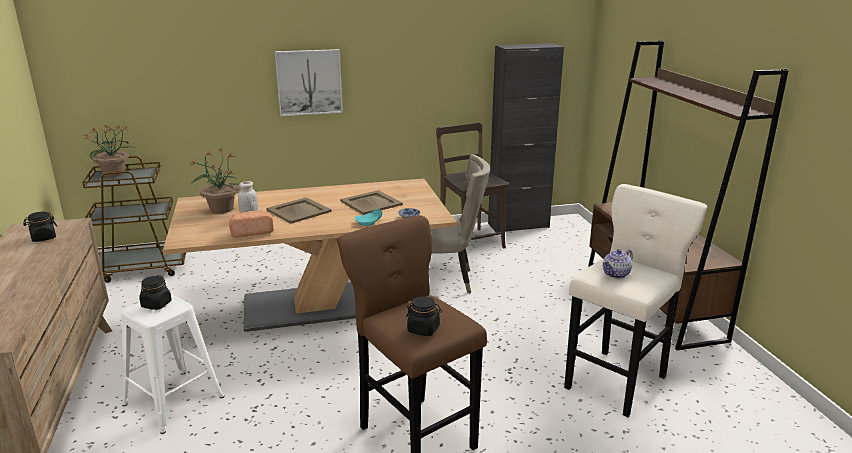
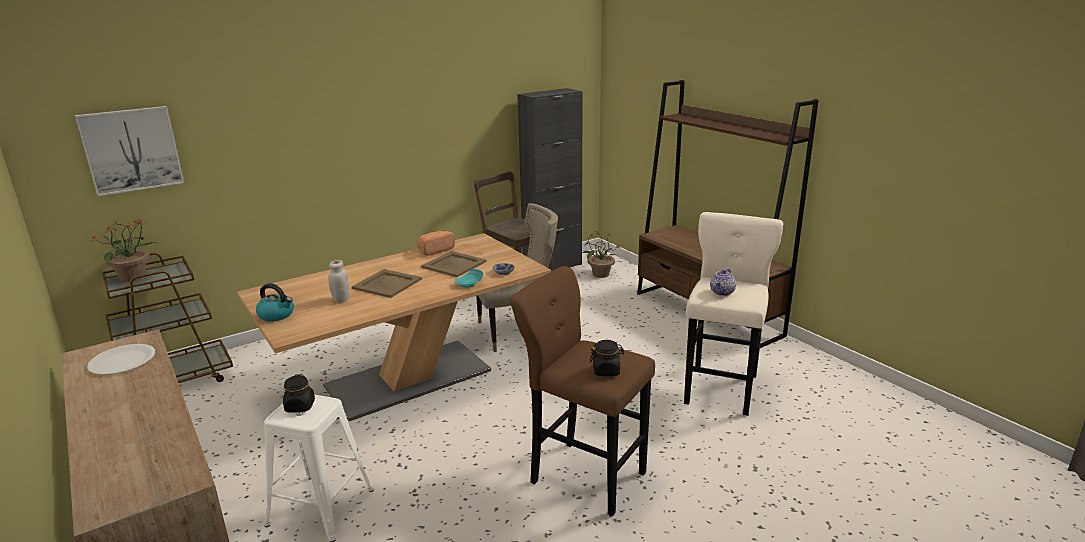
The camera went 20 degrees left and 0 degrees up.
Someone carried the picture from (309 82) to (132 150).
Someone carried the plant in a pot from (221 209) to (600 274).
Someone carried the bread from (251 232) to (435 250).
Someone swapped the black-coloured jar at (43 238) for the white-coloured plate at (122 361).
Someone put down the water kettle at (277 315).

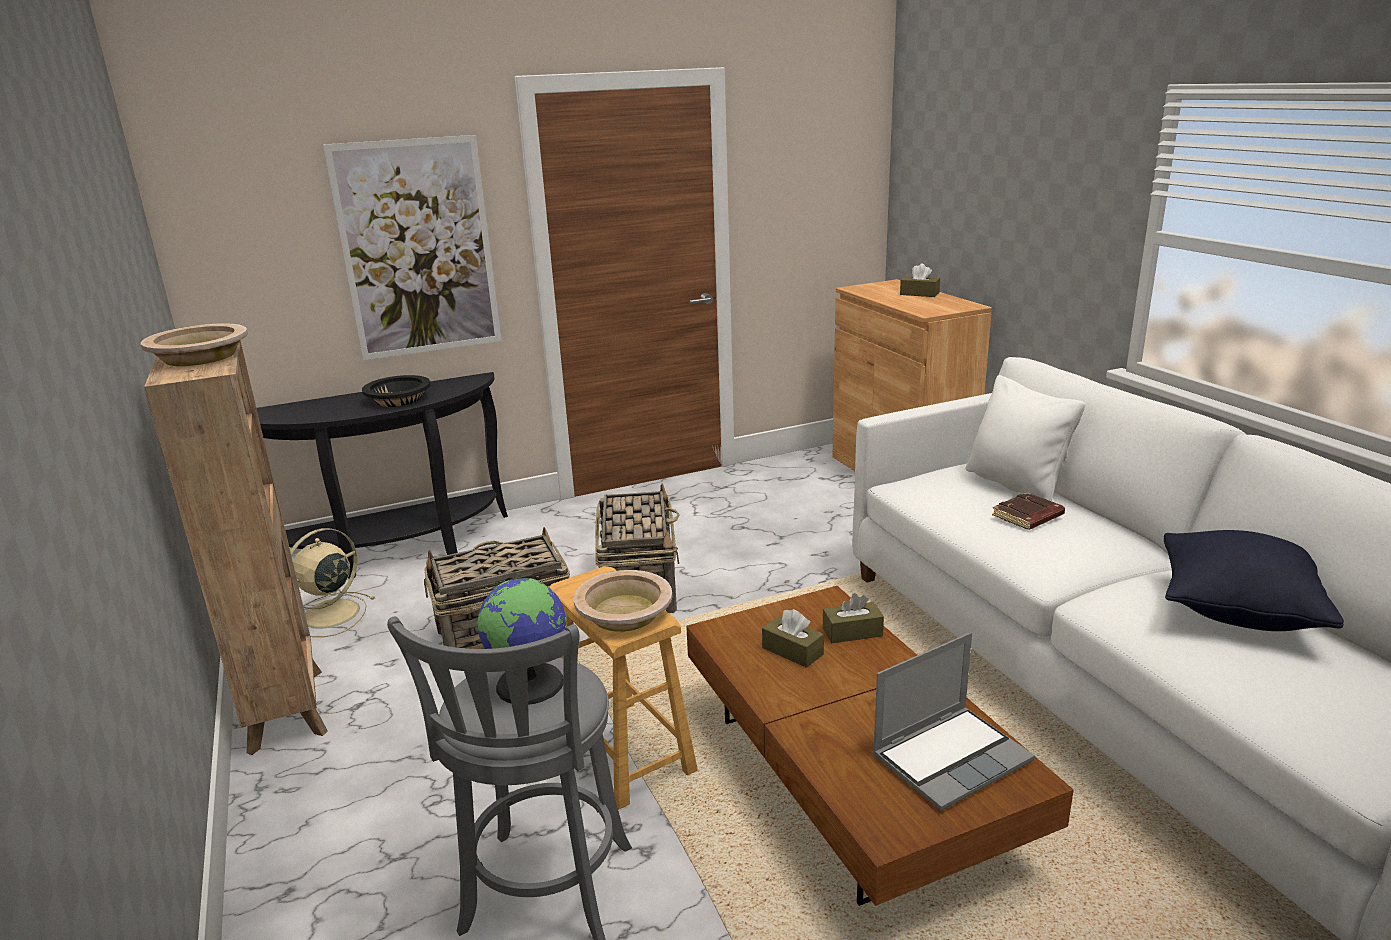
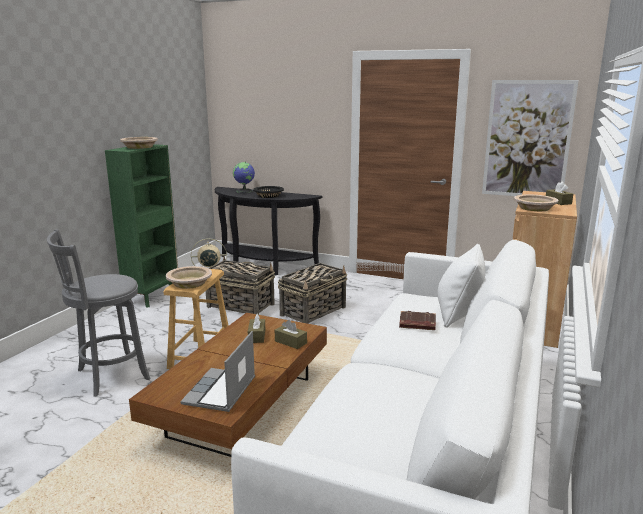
The camera went 45 degrees right and 5 degrees down.
Someone carried the picture from (418 249) to (527 140).
Someone repainted the brown-coloured bookcase at (287 708), which became the greenish bookcase at (153 296).
Someone took away the black-coloured throw pillow at (1237 611).
Someone carried the globe from (531 683) to (245 191).
Someone rotated the laptop at (951 757) by 90 degrees clockwise.
Someone put down the beige deep dish at (534 208).

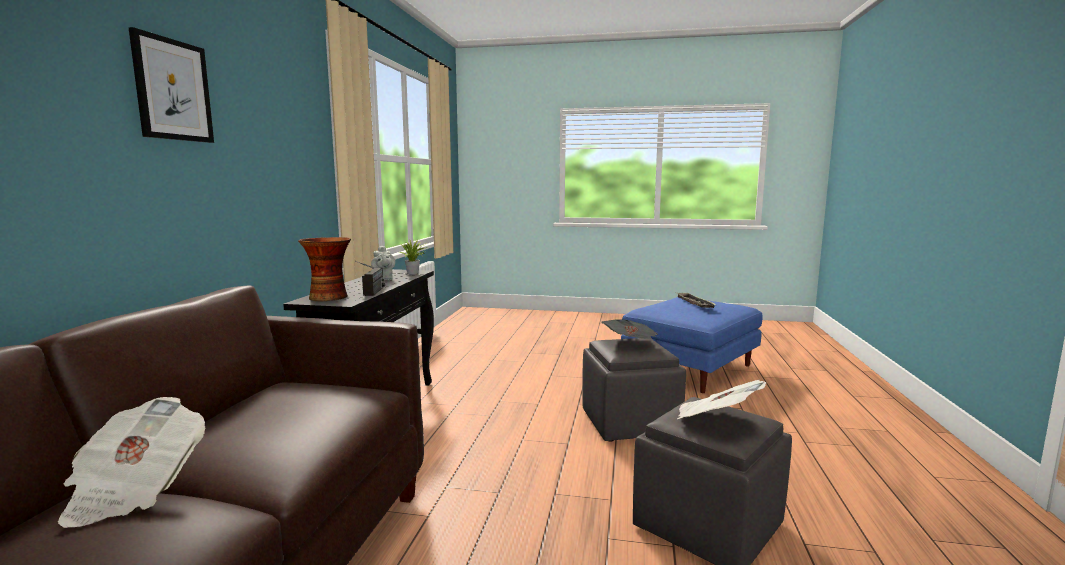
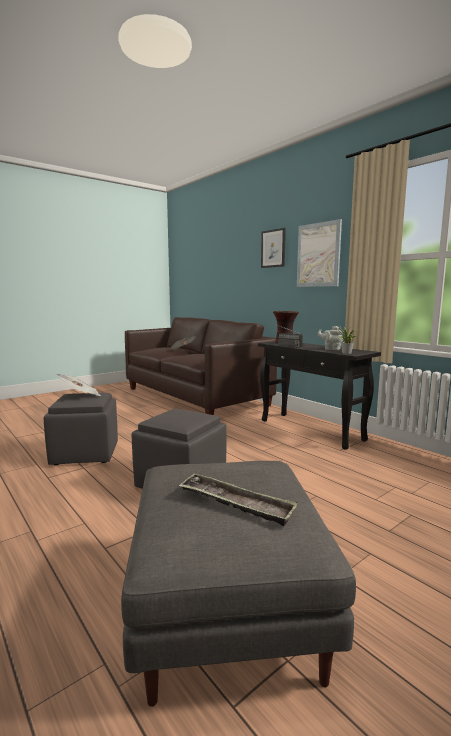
The camera went 130 degrees right and 0 degrees up.
Someone repainted the bluish footrest at (690 369), which became the gray footrest at (225 602).
Someone took away the printed paper at (630 344).
Someone put up the picture at (318 255).

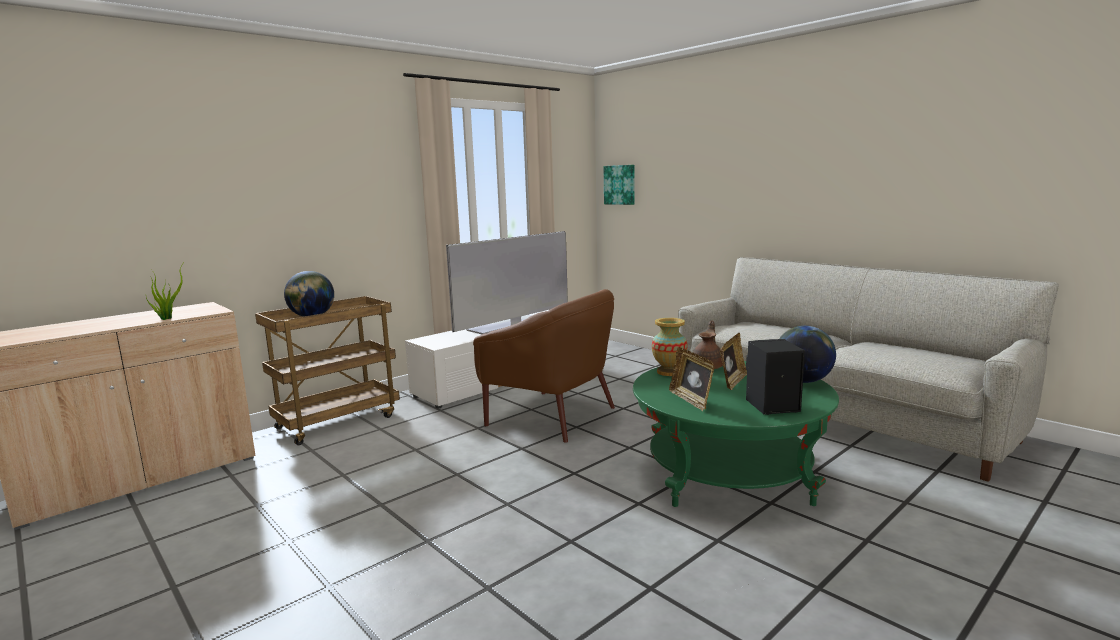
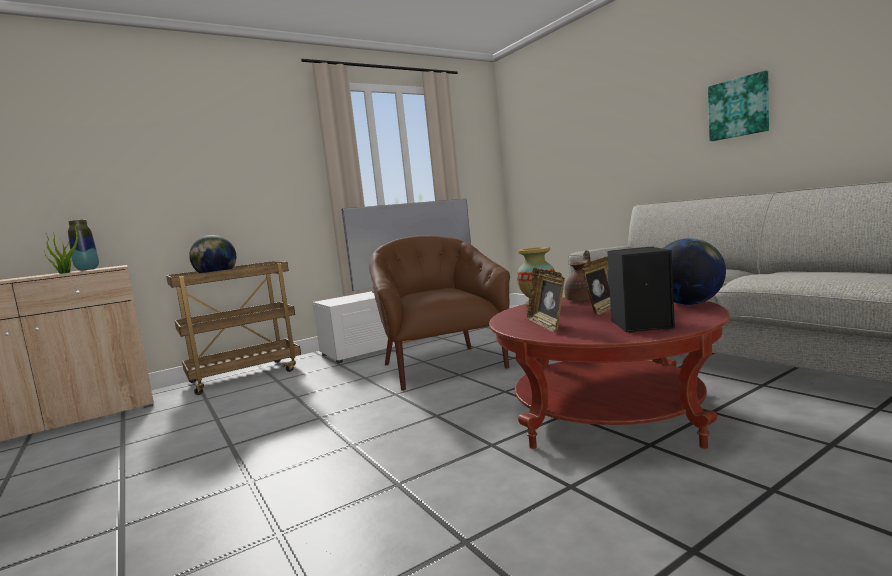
The camera went 10 degrees right and 5 degrees down.
Someone carried the picture from (620 185) to (739 108).
Someone rotated the brown-coloured lounge chair at (553 416) by 150 degrees counterclockwise.
Someone repainted the greenish lounge table at (729 473), which became the red lounge table at (607 414).
Someone put down the flower vase at (87 269).

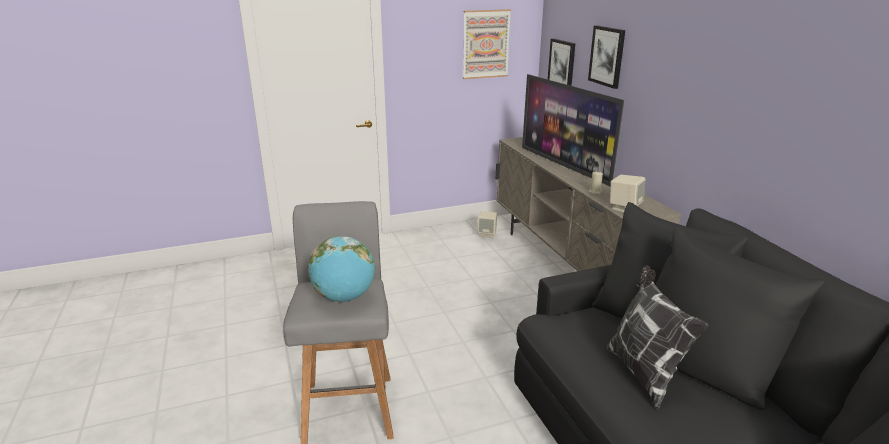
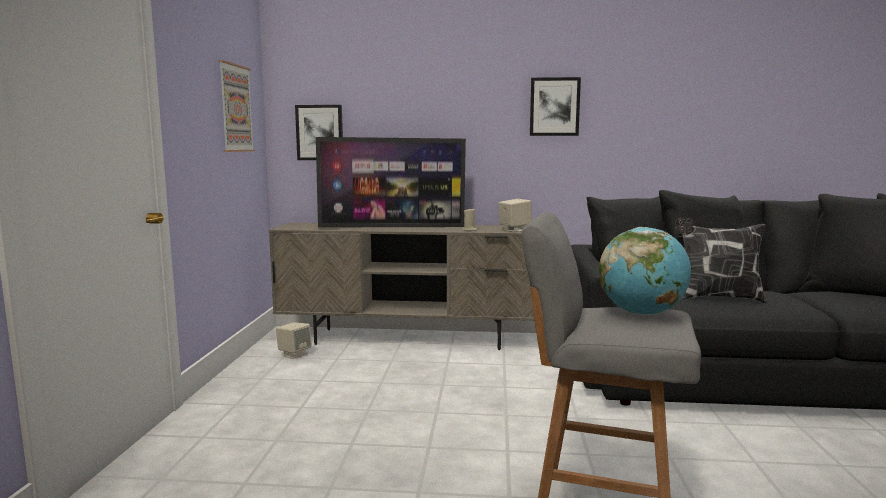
The camera went 65 degrees left and 15 degrees down.
Someone carried the picture from (607 56) to (554 107).

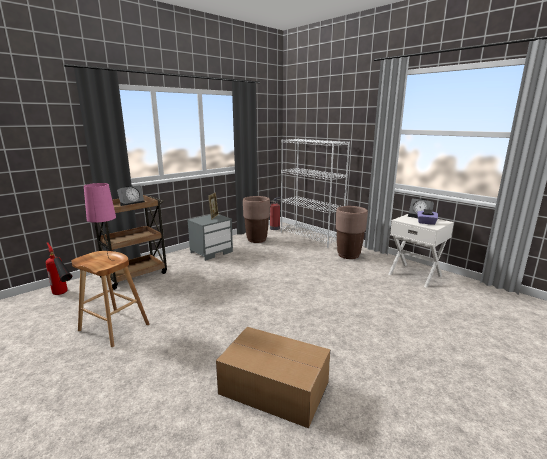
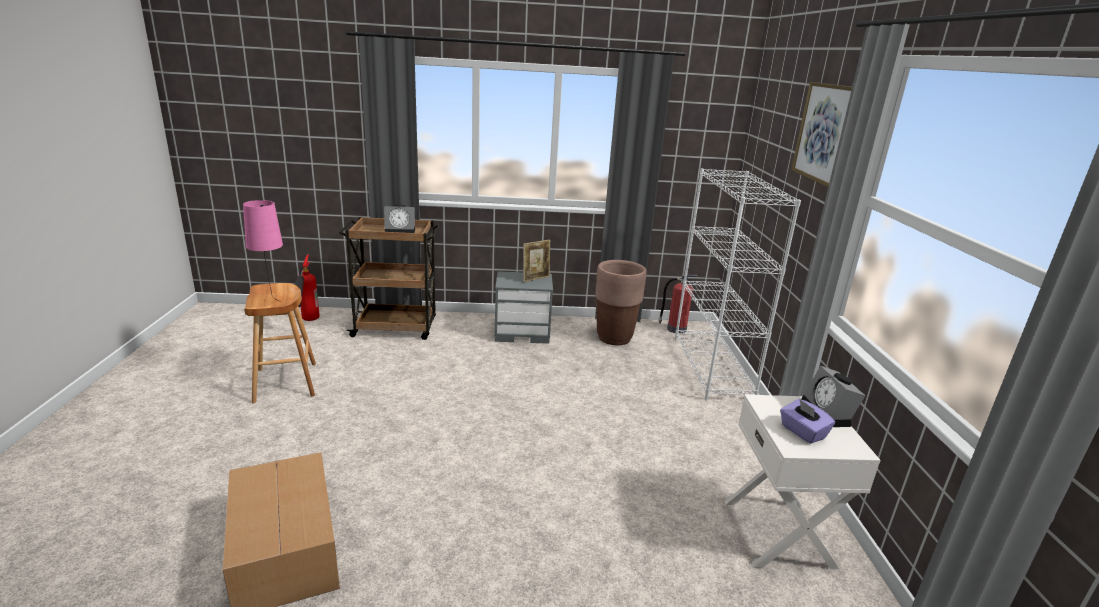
The camera went 40 degrees right and 5 degrees up.
Someone took away the brown-coloured planter at (348 255).
Someone put up the picture at (824 133).

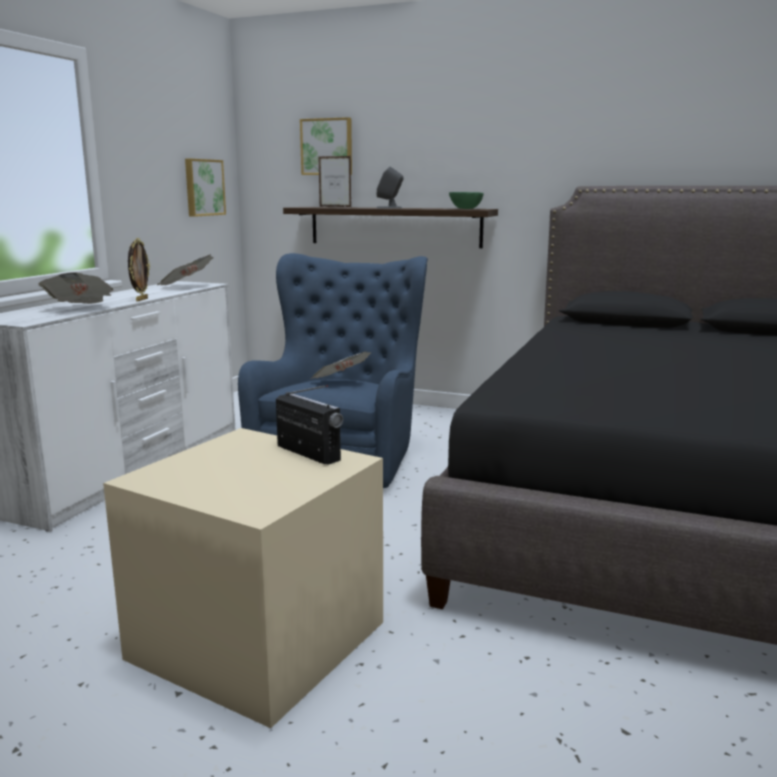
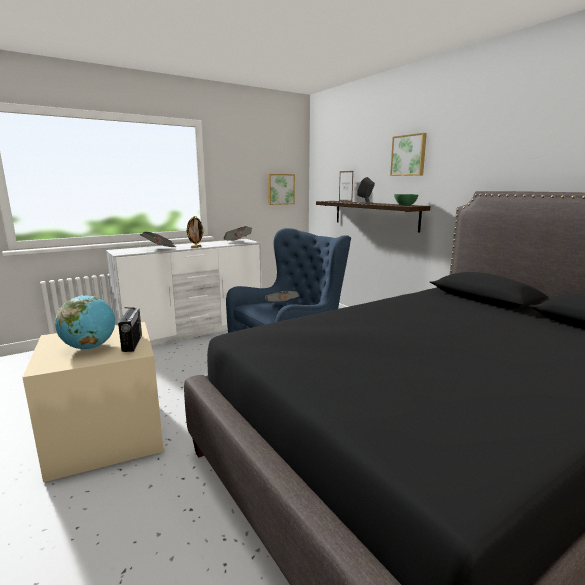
The camera went 35 degrees right and 0 degrees up.
Someone carried the picture from (327 147) to (409 155).
Someone put down the globe at (90 347).

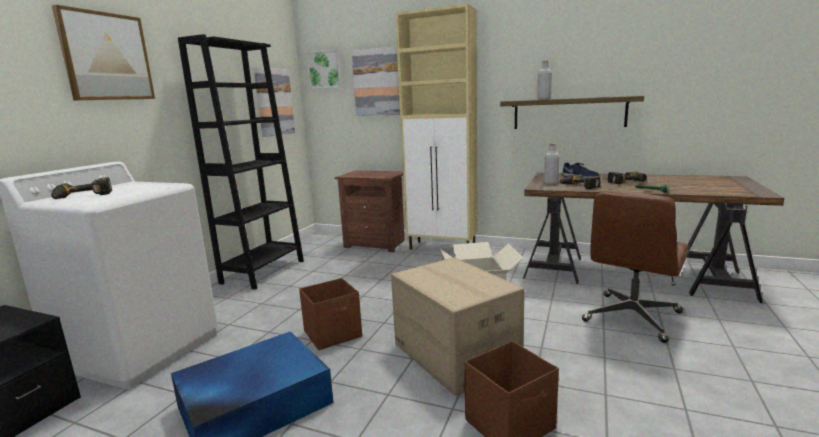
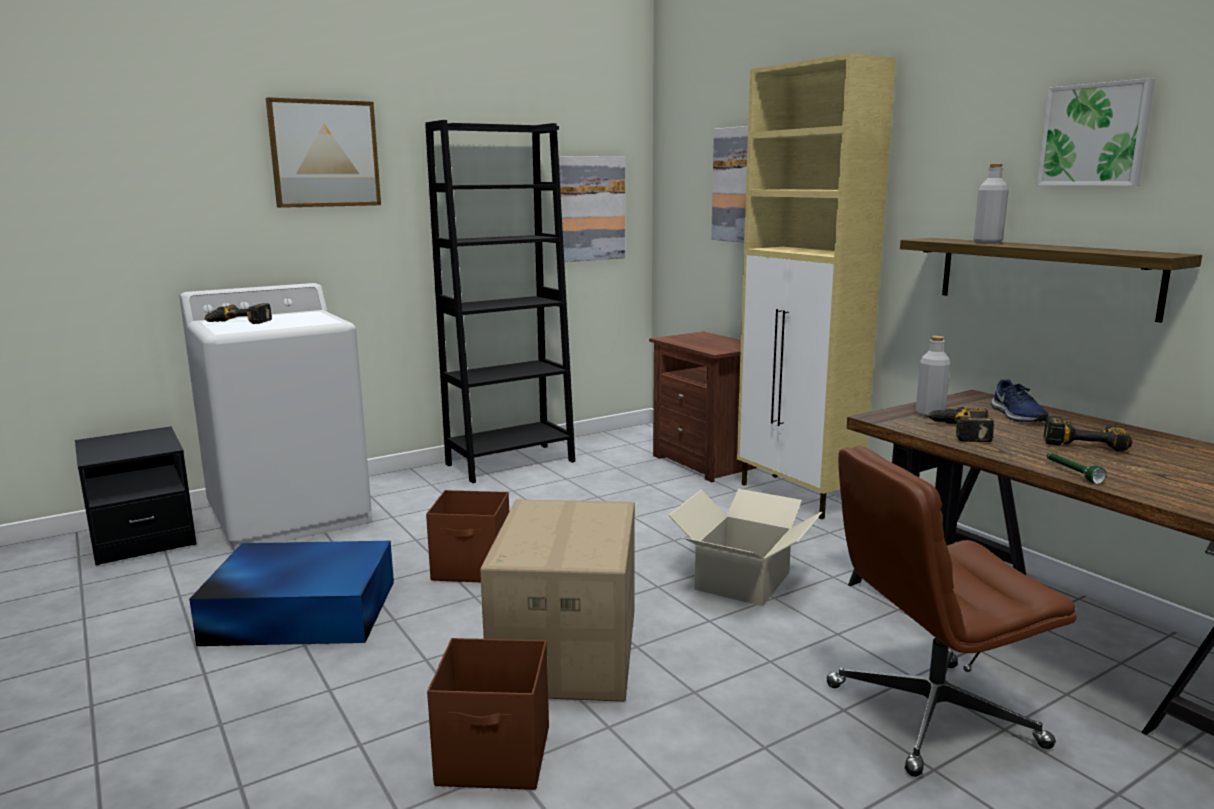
The camera went 35 degrees right and 0 degrees up.
Someone carried the picture from (325 69) to (1095 135).

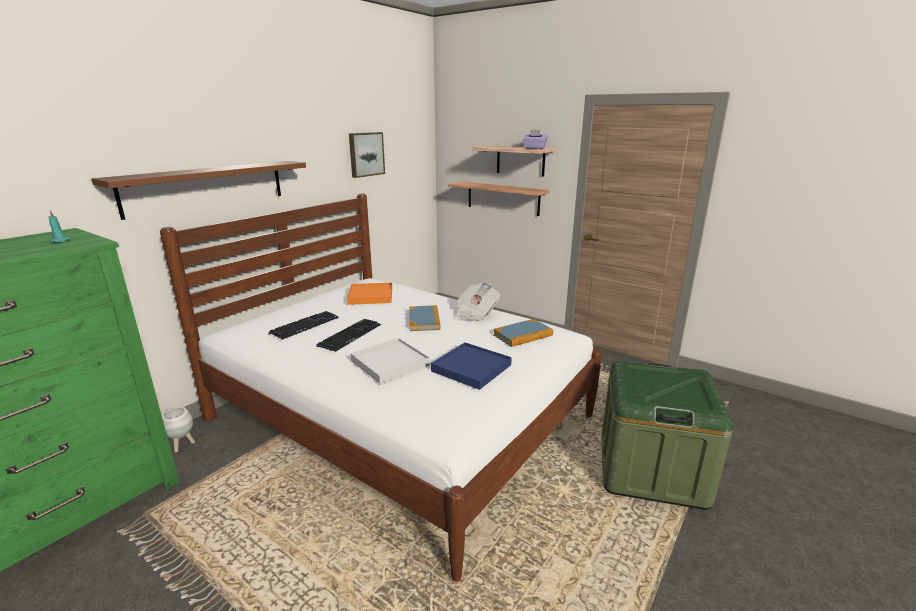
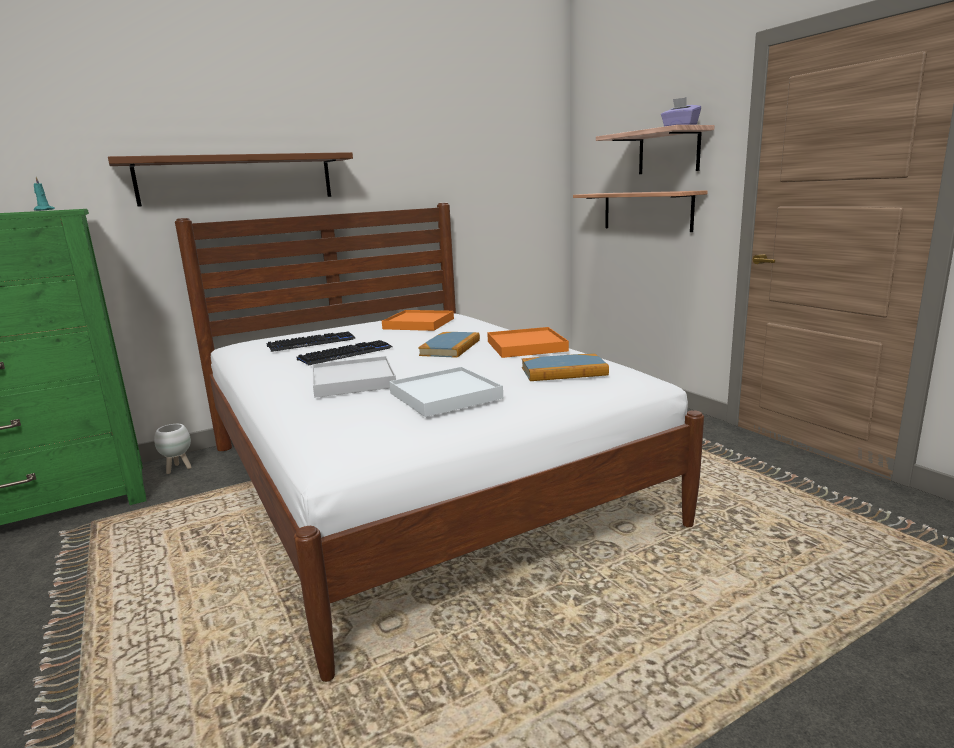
The camera went 25 degrees right and 5 degrees down.
Someone took away the picture at (366 154).
Someone swapped the printed paper at (475 313) for the orange carrying tray at (526 346).
Someone repainted the bluish carrying tray at (471 368), which became the white-coloured carrying tray at (445 396).
Someone took away the greenish storage bin at (651 469).

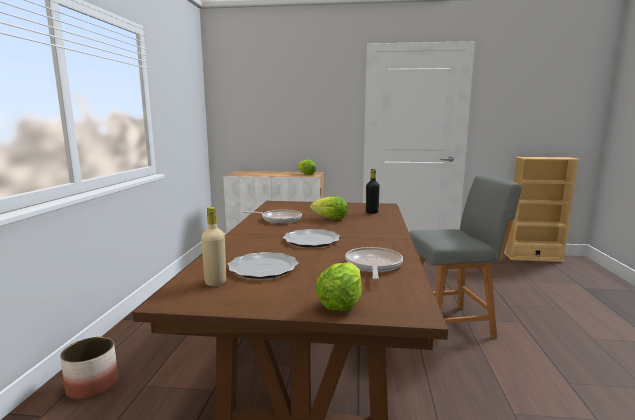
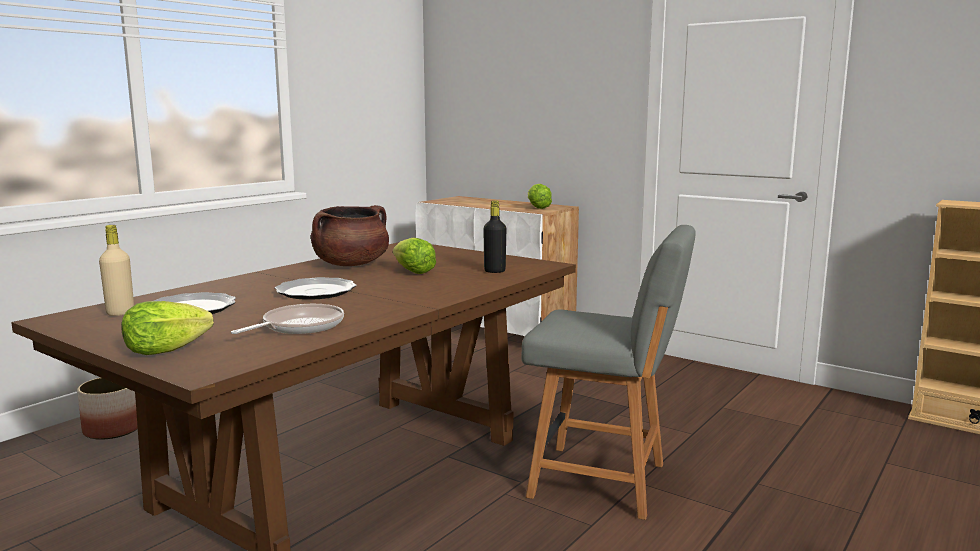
The camera went 30 degrees right and 0 degrees up.
Someone swapped the skillet at (279 219) for the brown-coloured saucepot at (351 264).

